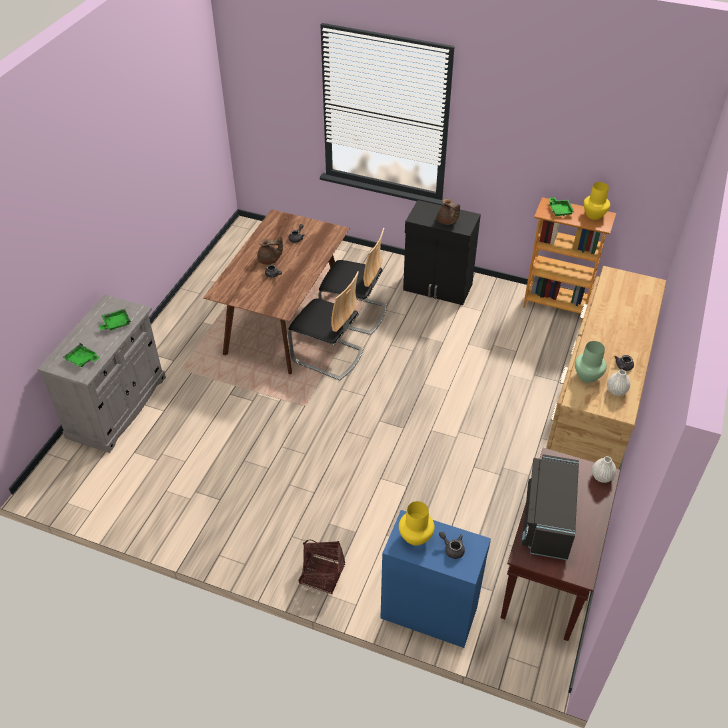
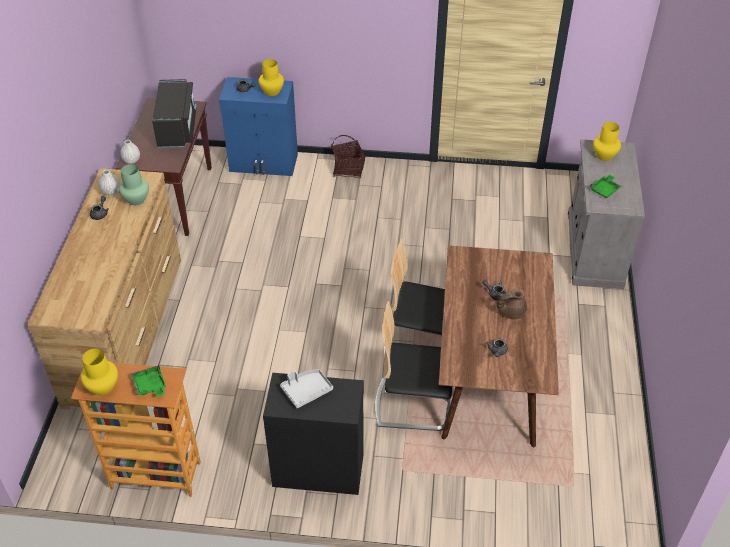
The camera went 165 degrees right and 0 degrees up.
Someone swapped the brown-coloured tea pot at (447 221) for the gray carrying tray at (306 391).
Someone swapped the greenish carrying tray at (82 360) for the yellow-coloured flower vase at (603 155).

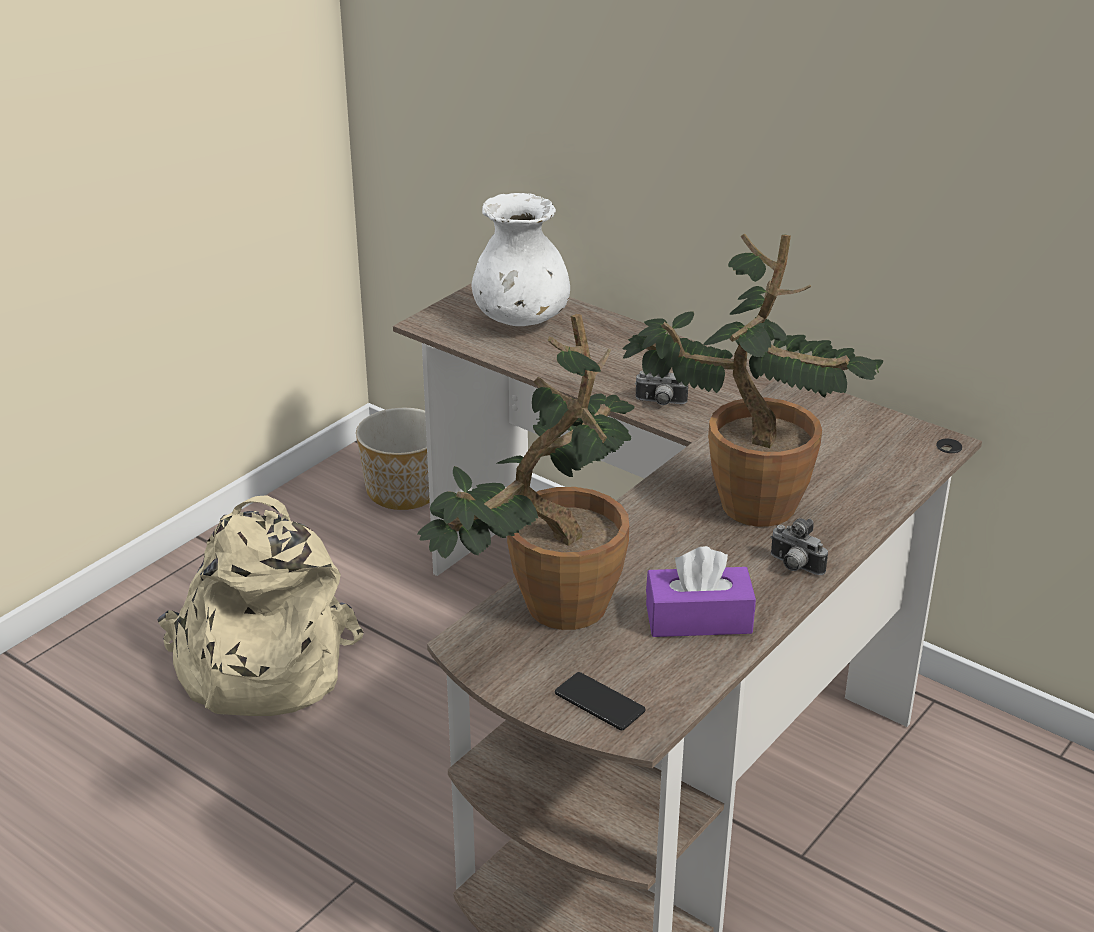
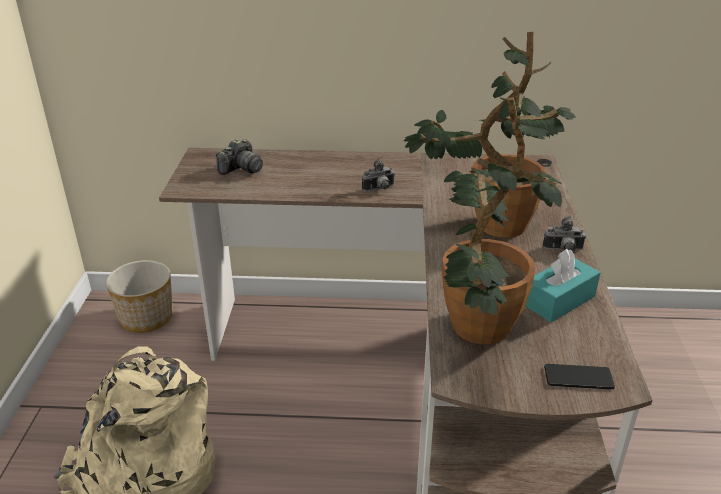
The camera went 35 degrees left and 0 degrees up.
Someone swapped the white-coloured flower vase at (521 320) for the photo camera at (241 169).
Someone repainted the purple-coloured tissue holder at (698 619), which became the blue-green tissue holder at (558 300).

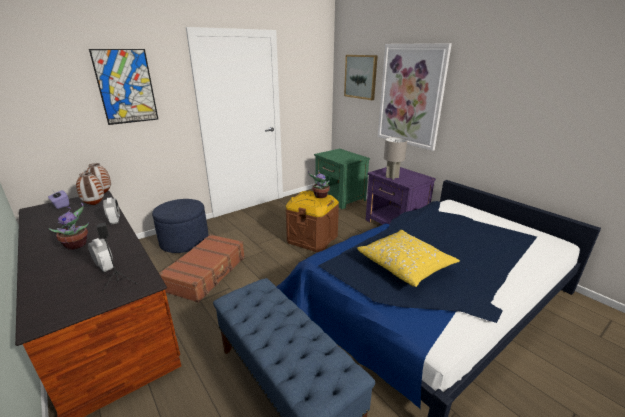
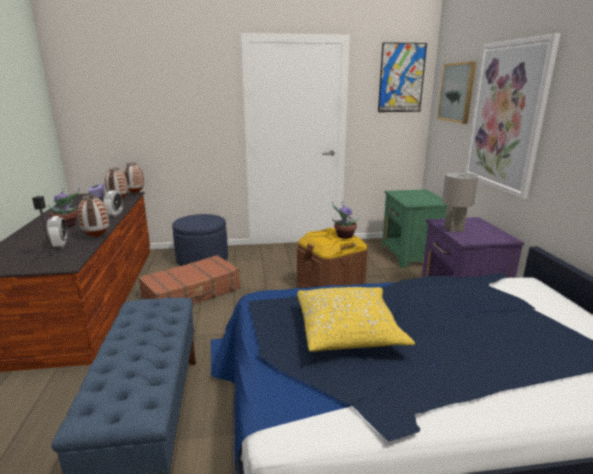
The camera went 30 degrees right and 5 degrees down.
Someone carried the picture from (126 87) to (401 78).
Someone put down the flower vase at (96 237).

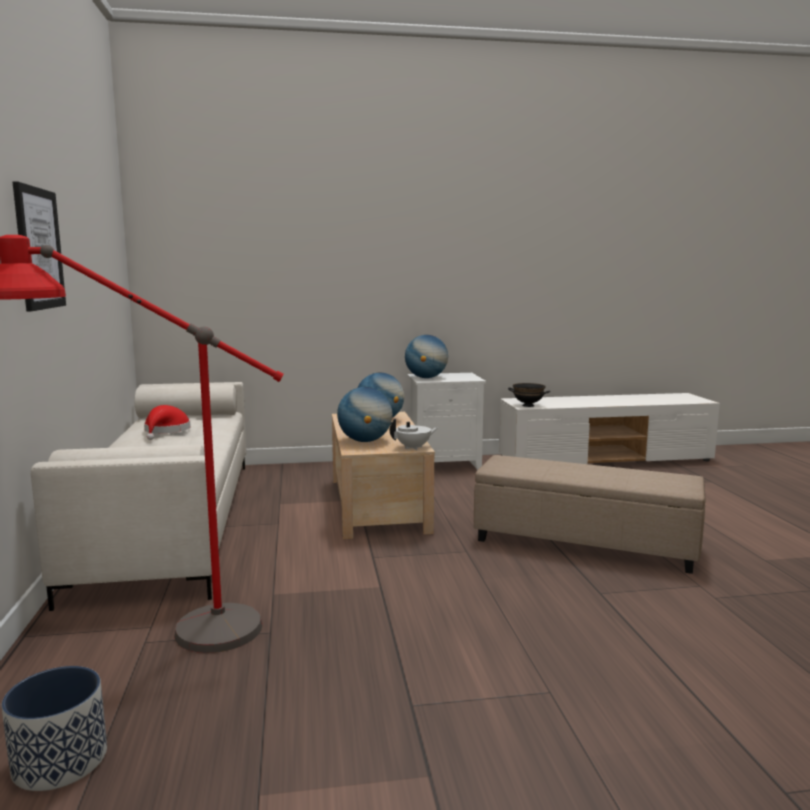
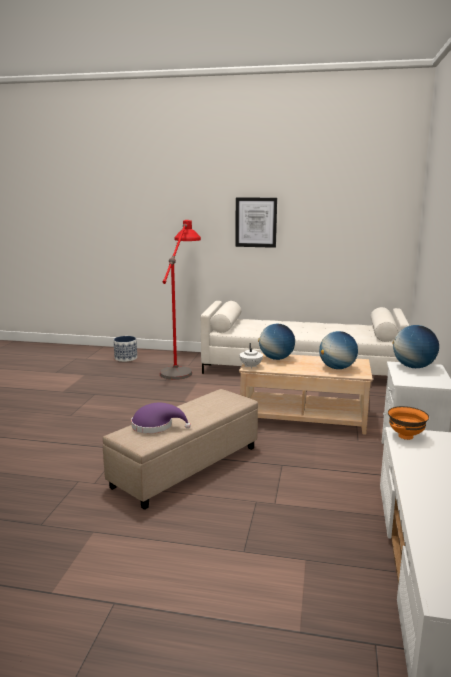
The camera went 110 degrees right and 5 degrees up.
Someone repainted the black-coloured deep dish at (528 405), which became the orange deep dish at (405 436).
Someone took away the red clothing hat at (166 431).
Someone put down the purple-coloured clothing hat at (156 426).

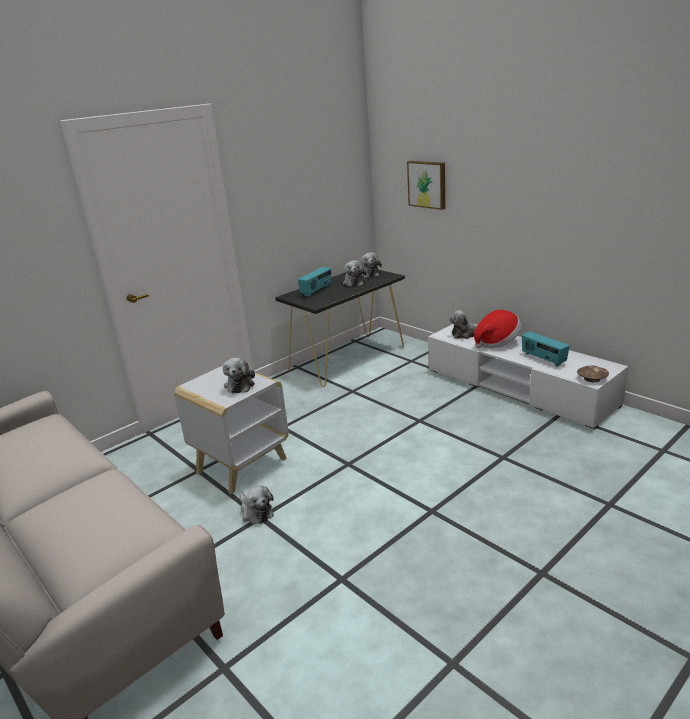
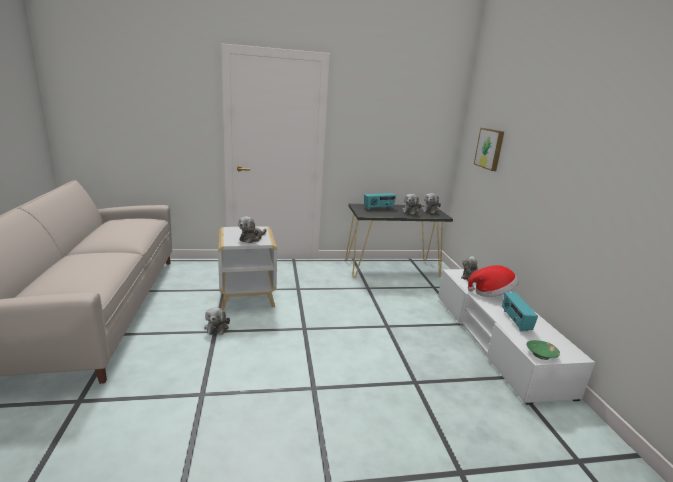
The camera went 30 degrees right and 5 degrees down.
Someone repainted the brown-coloured deep dish at (592 378), which became the greenish deep dish at (541 355).

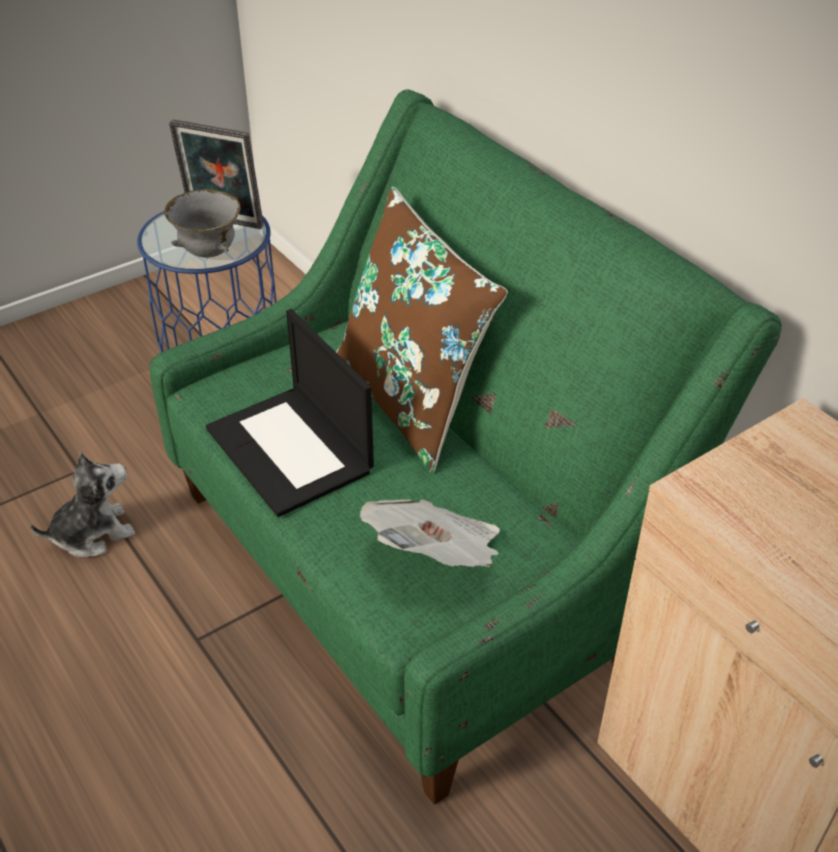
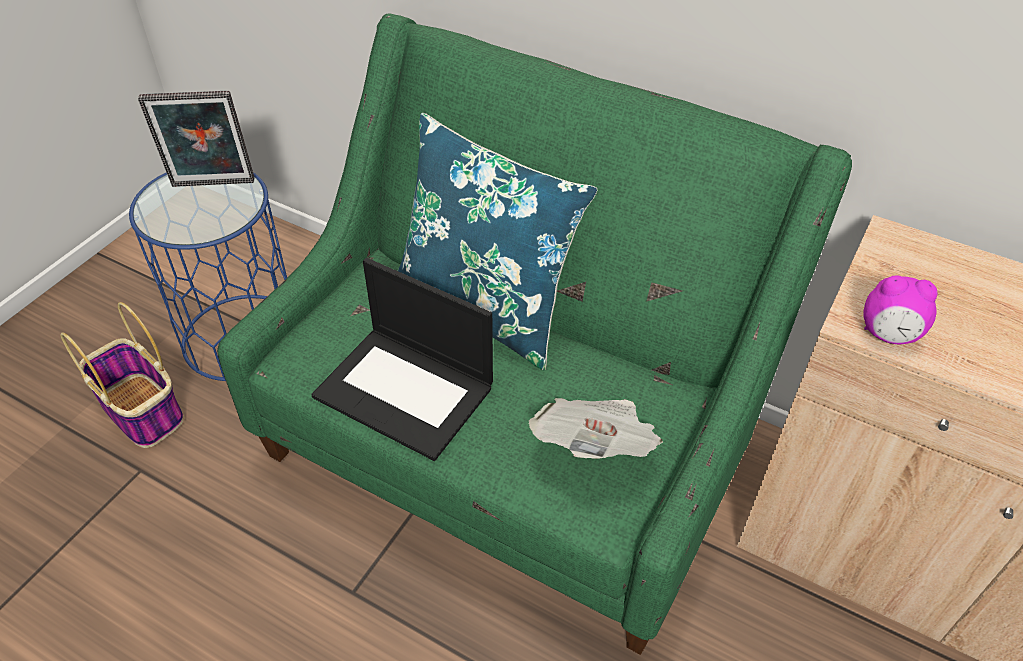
The camera went 25 degrees left and 5 degrees up.
Someone repainted the brown-coloured throw pillow at (412 400), which became the bluish throw pillow at (484 308).
Someone took away the gray deep dish at (208 253).
Someone took away the plush toy at (93 533).
Someone put down the table clock at (888 335).
Someone put down the household basket at (143 411).

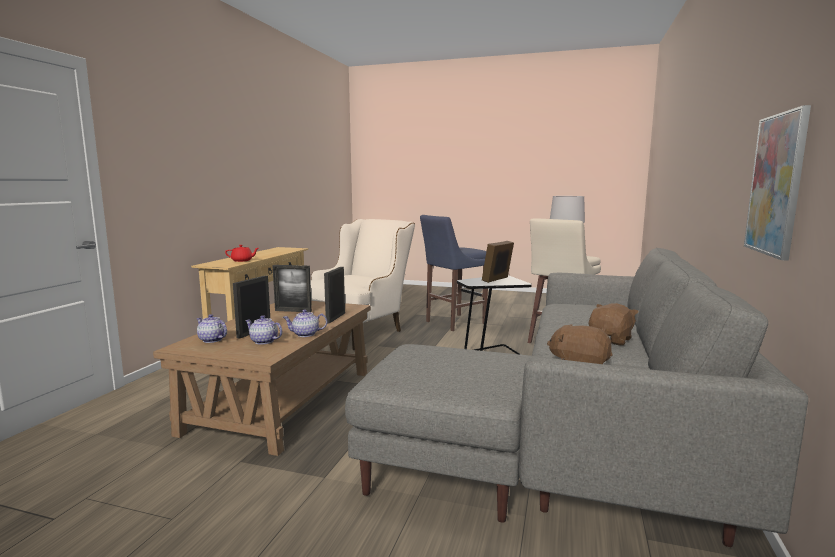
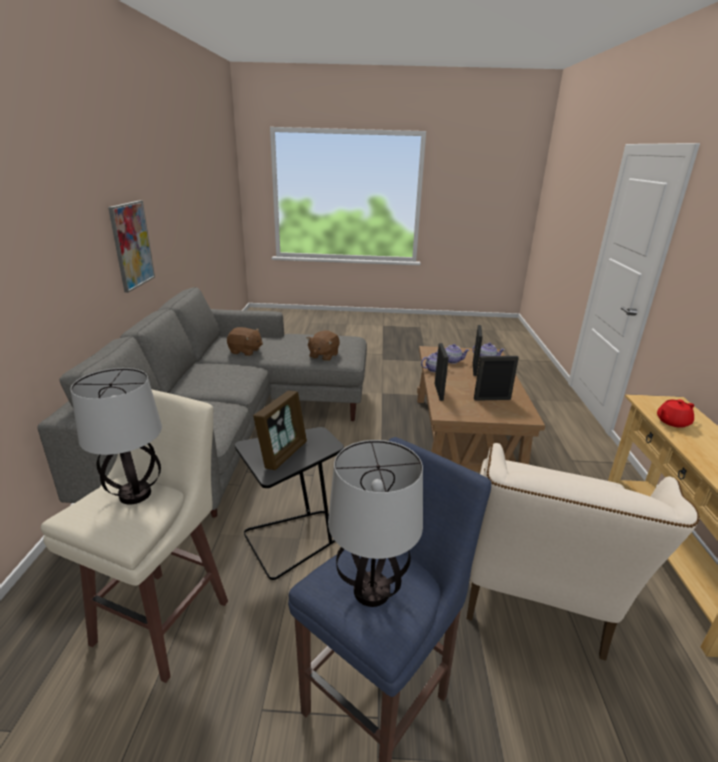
The camera went 165 degrees right and 15 degrees up.
Someone carried the brown-coloured plush toy from (611 339) to (323 356).
Someone put down the table lamp at (371 590).

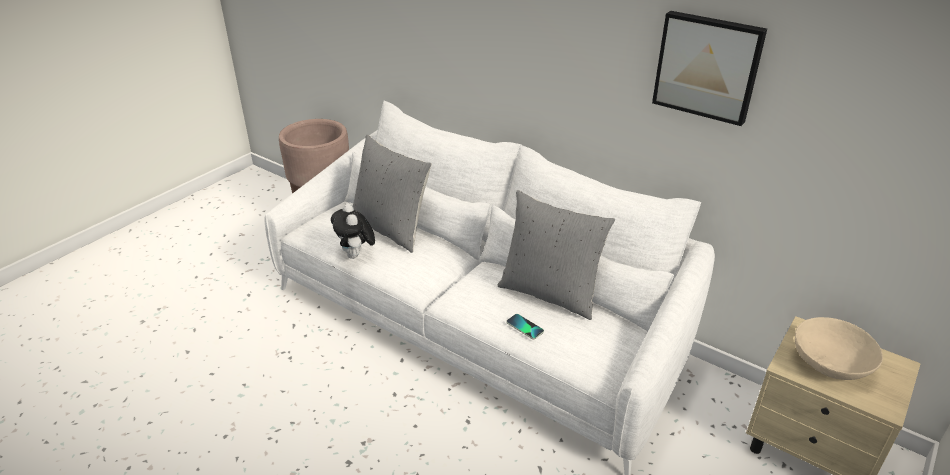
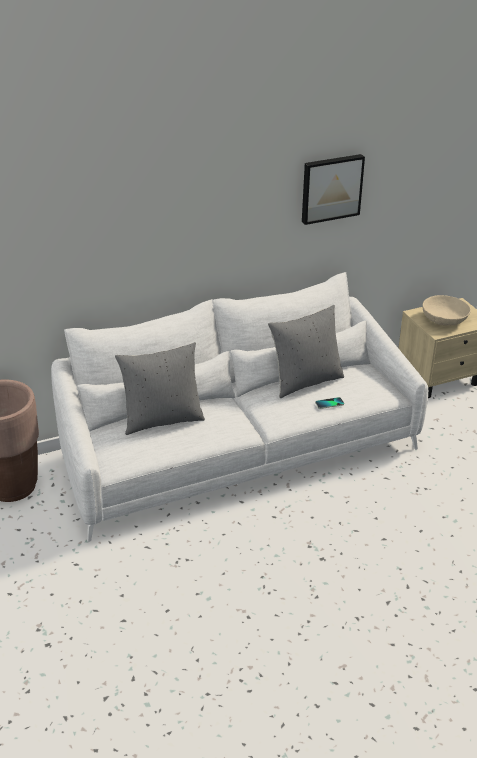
The camera went 60 degrees left and 0 degrees up.
Someone took away the plush toy at (356 256).

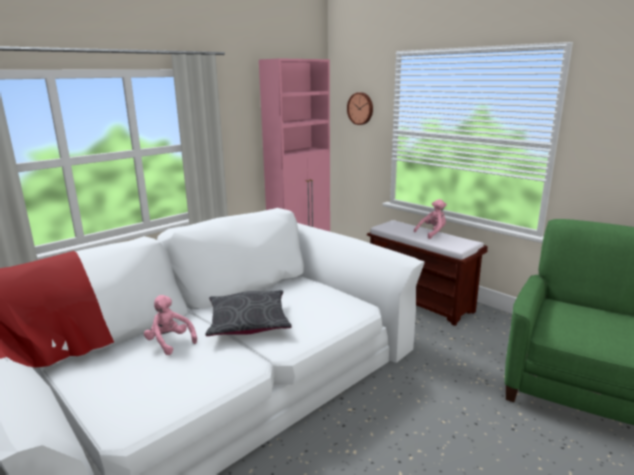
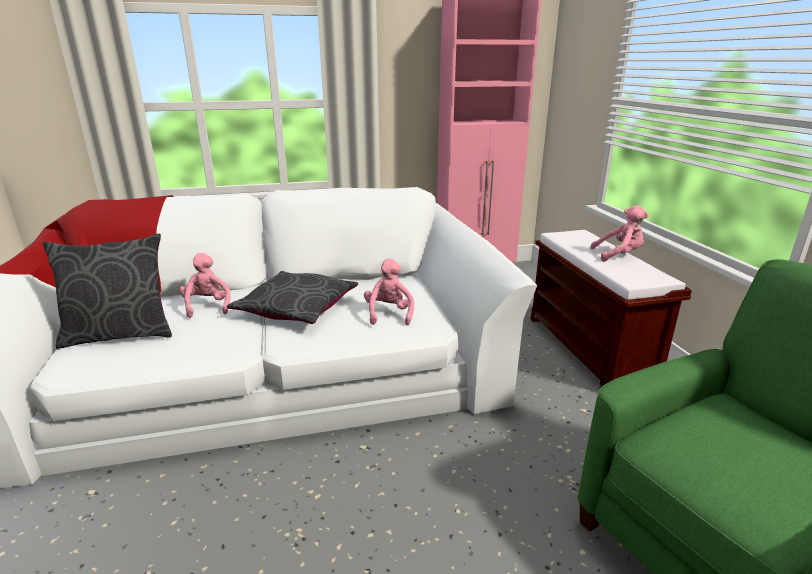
The camera went 30 degrees right and 5 degrees up.
Someone took away the hanging clock at (361 108).
Someone put down the gray throw pillow at (120 334).
Someone put down the pink plush toy at (389 314).

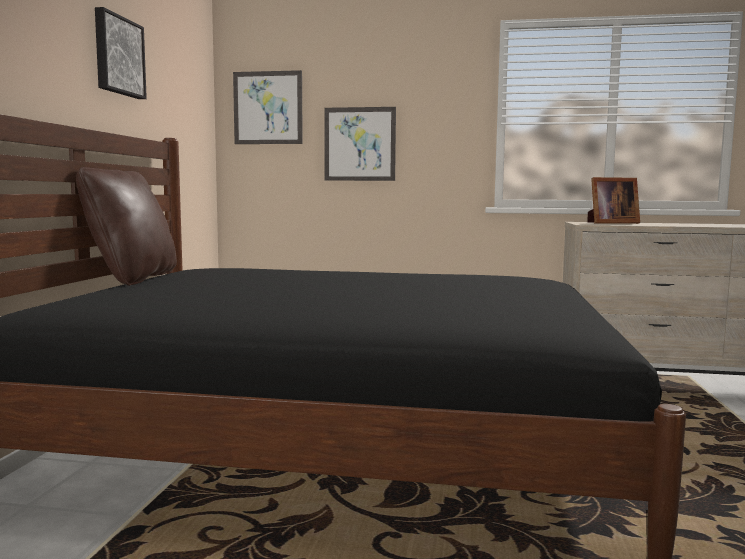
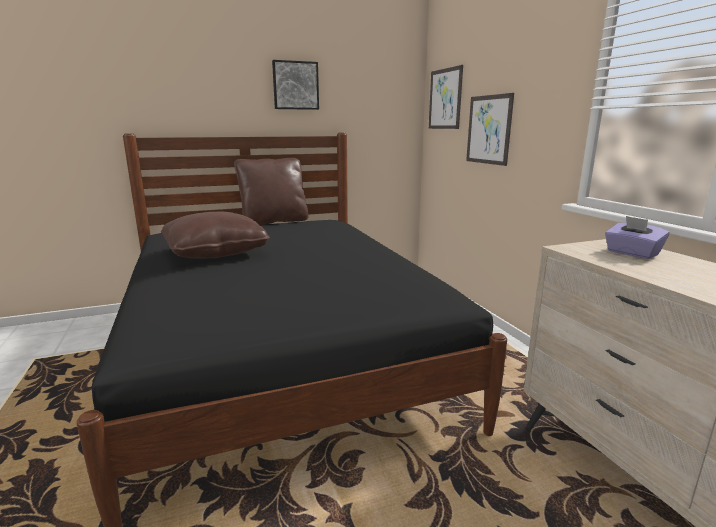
The camera went 60 degrees right and 10 degrees up.
Someone swapped the standing frame at (610 223) for the purple-coloured tissue holder at (632 253).
Someone put down the brown-coloured throw pillow at (215 252).

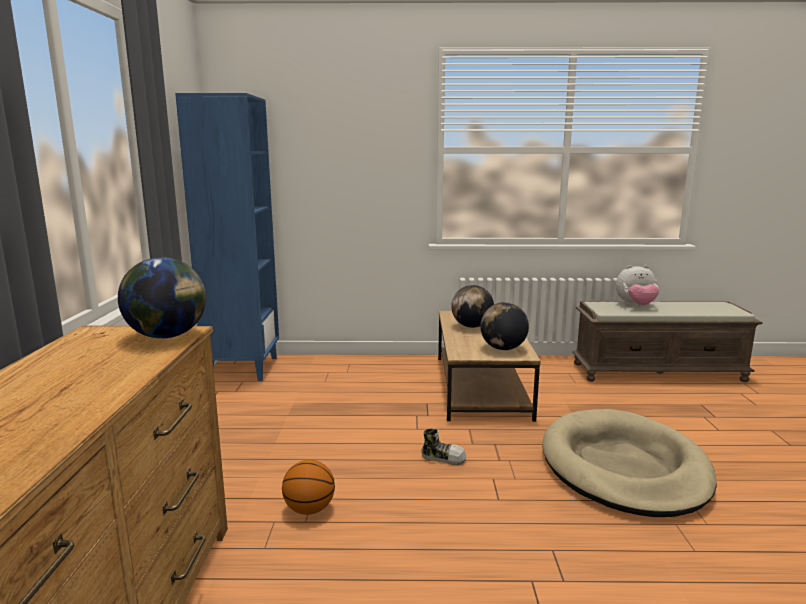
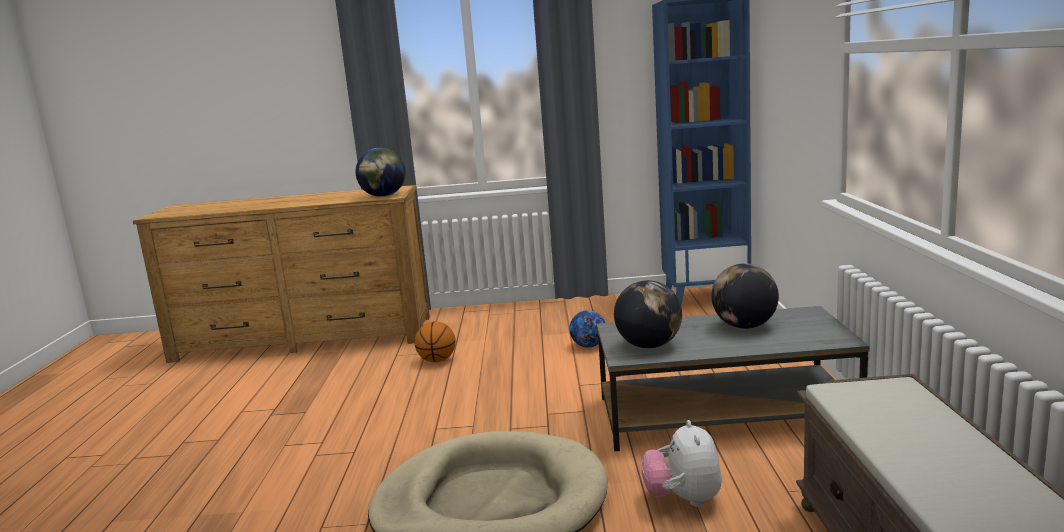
The camera went 90 degrees right and 0 degrees up.
Someone carried the plush toy from (635 306) to (683 500).
Someone repainted the brown-coloured lounge table at (480 386), which became the gray lounge table at (723 413).
Someone took away the item of footwear at (443 457).
Someone put down the football ball at (589 346).

